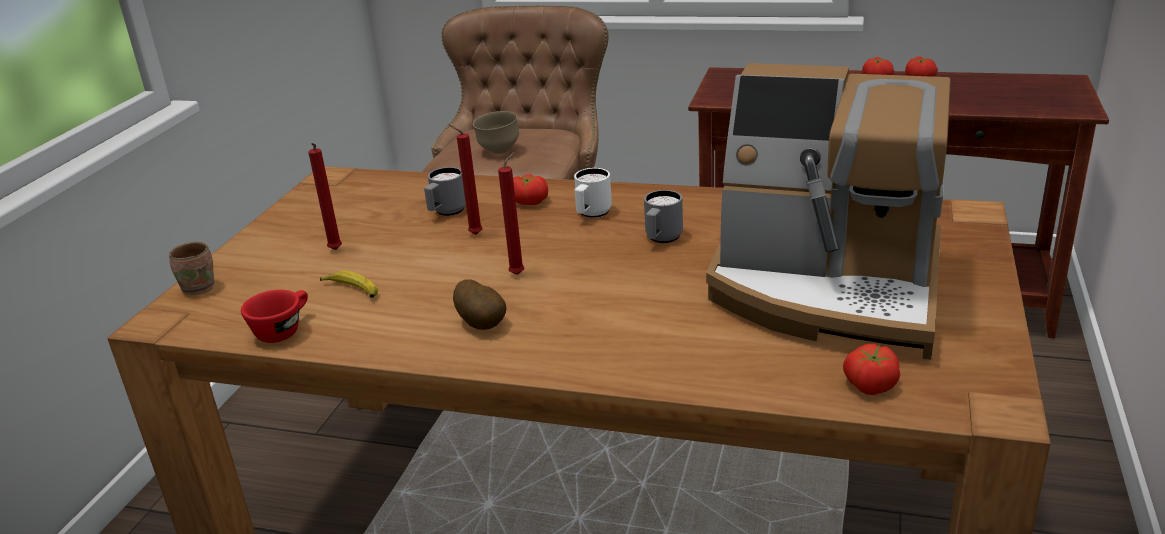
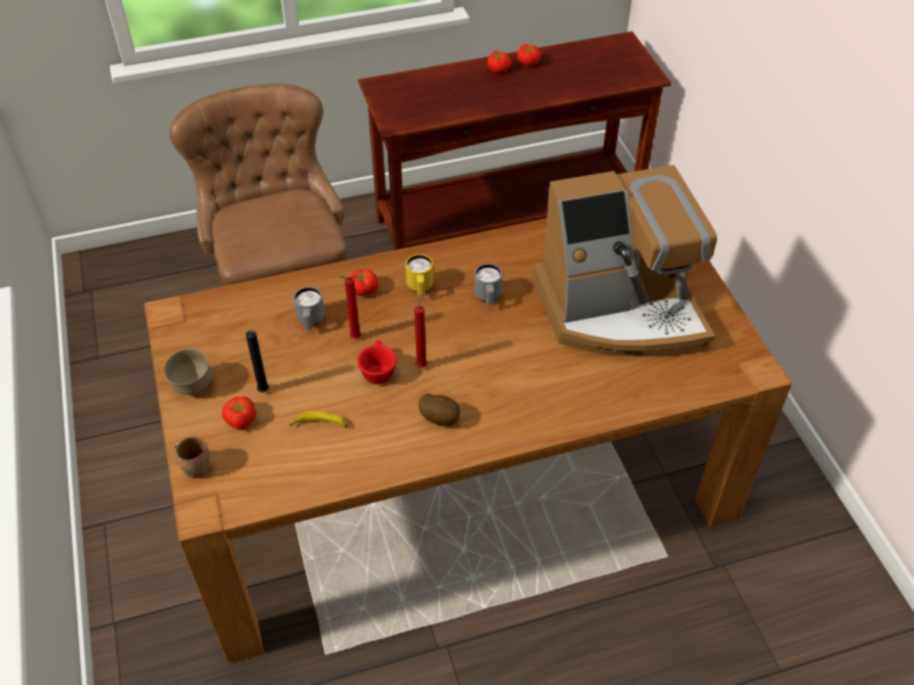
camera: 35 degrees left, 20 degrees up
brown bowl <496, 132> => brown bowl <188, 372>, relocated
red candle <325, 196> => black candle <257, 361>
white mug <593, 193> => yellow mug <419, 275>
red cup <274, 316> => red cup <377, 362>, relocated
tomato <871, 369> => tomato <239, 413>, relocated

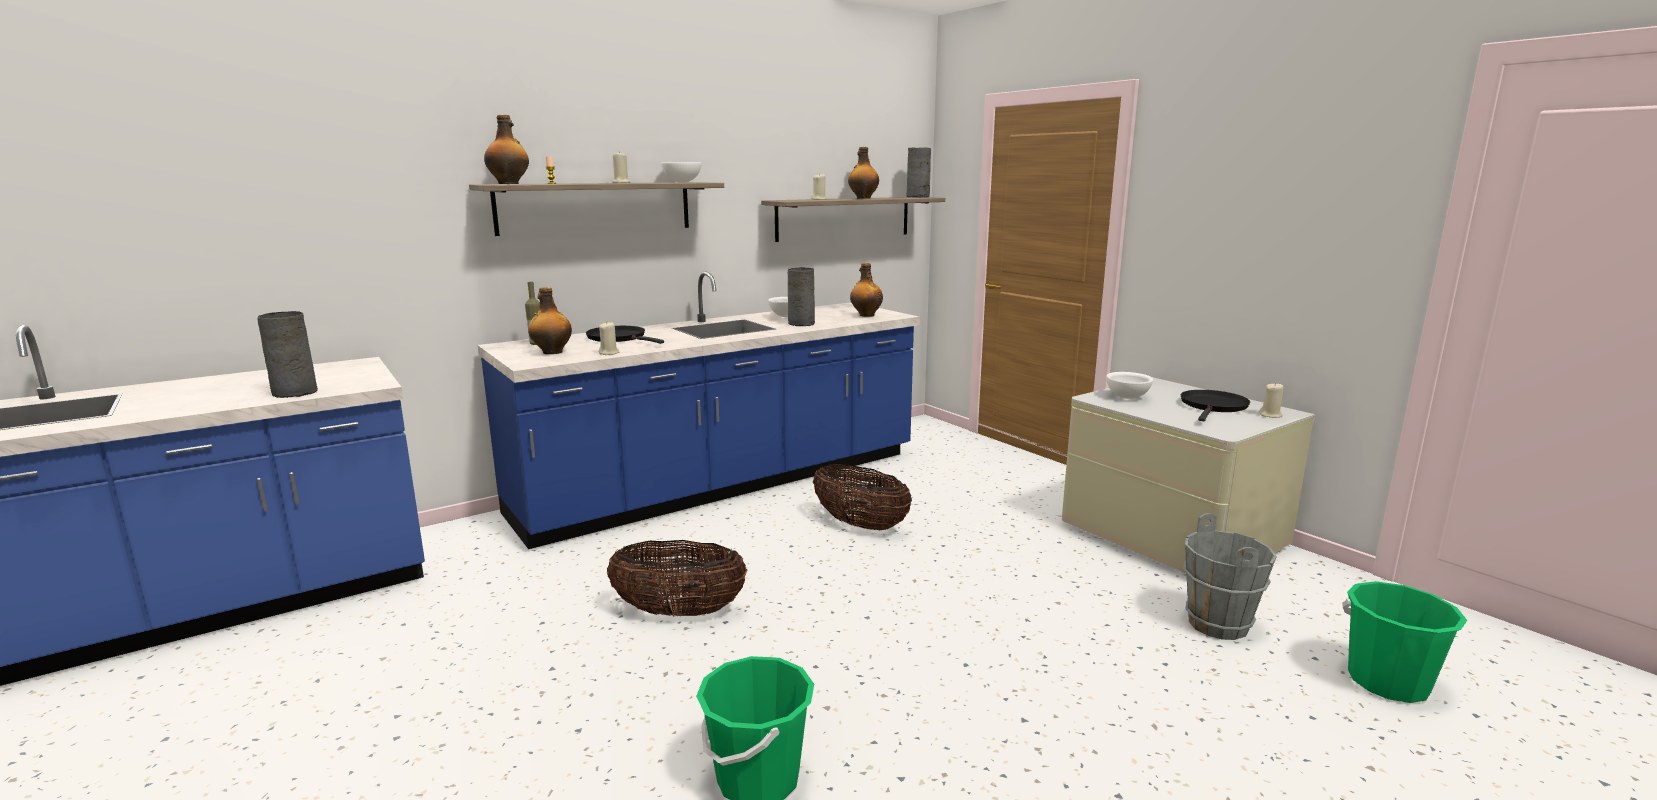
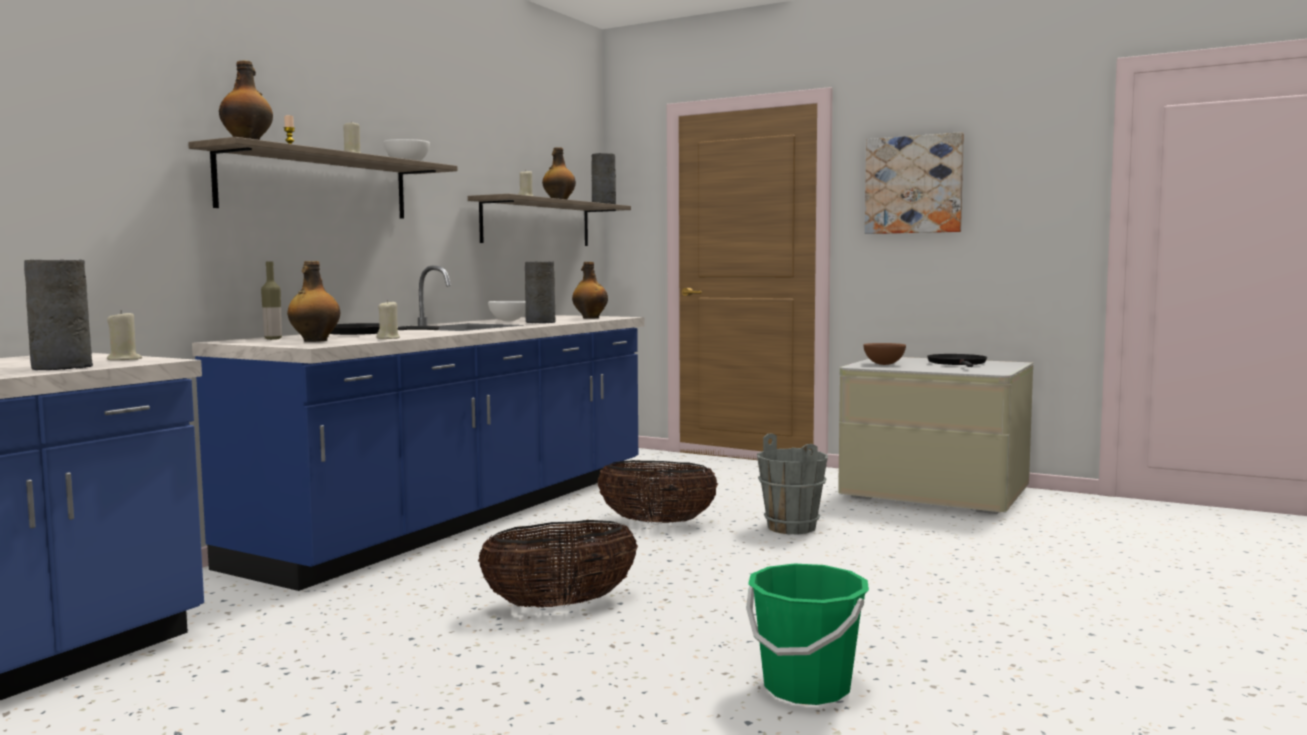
camera: 25 degrees left, 10 degrees down
white bowl <1129, 385> => brown bowl <884, 354>
beige candle <1271, 400> => beige candle <124, 335>, relocated
grey bucket <1230, 576> => grey bucket <792, 483>, relocated
green bucket <1404, 642> => nothing
nothing => picture <914, 183>

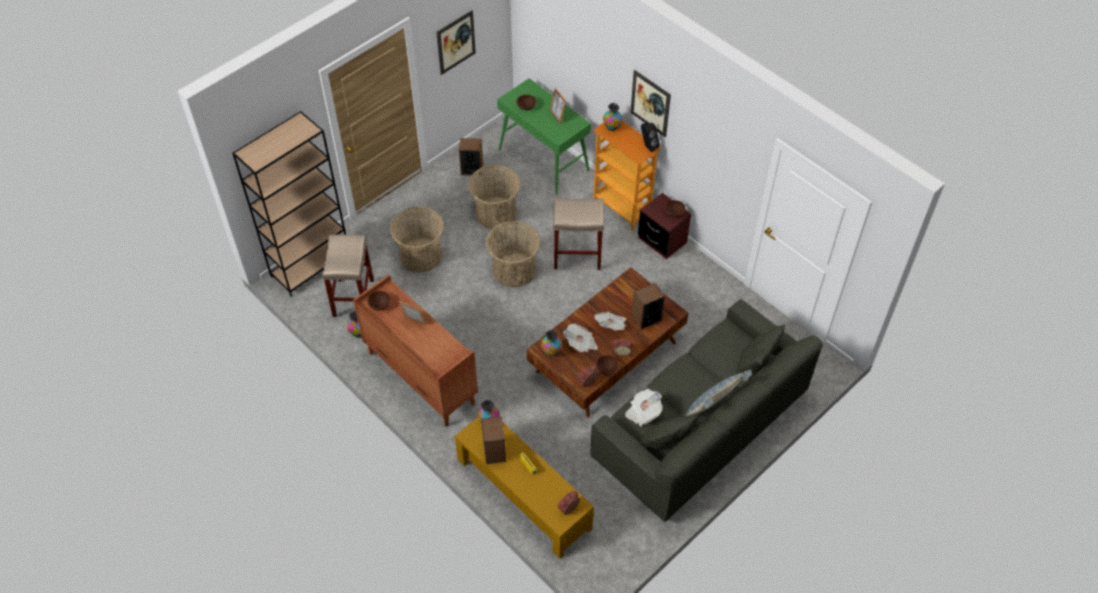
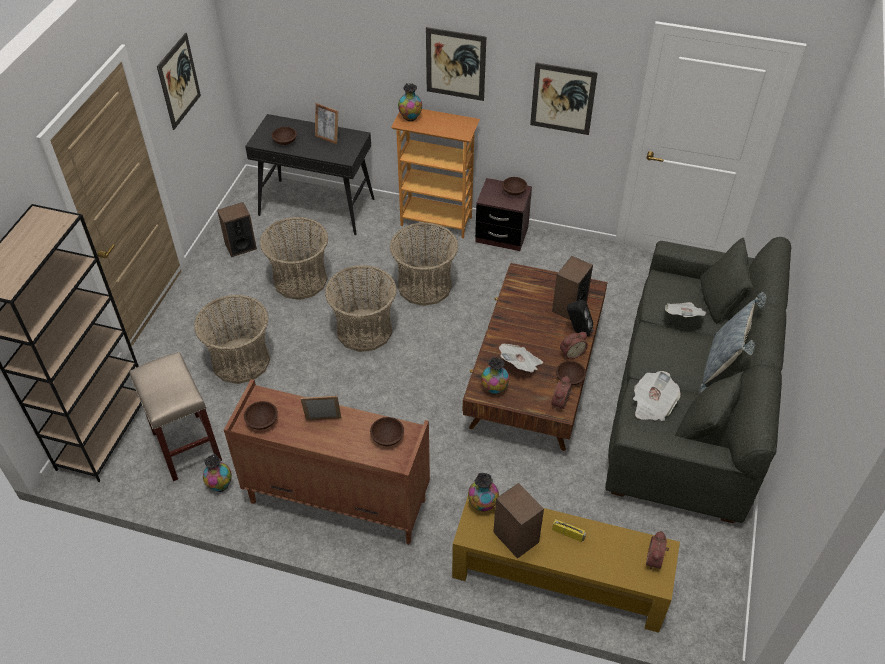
camera: 30 degrees left, 5 degrees down
green console table <544, 136> => black console table <309, 174>
black speaker <650, 137> => black speaker <580, 318>, relocated
beige stool <578, 234> => basket <424, 264>
newspaper <610, 320> => newspaper <686, 309>, relocated
nothing => picture <564, 99>
nothing => brown bowl <387, 431>

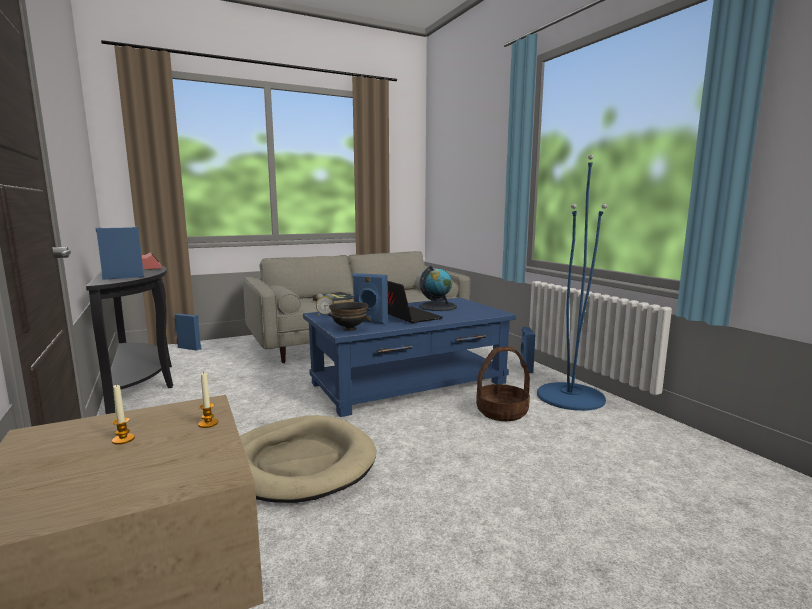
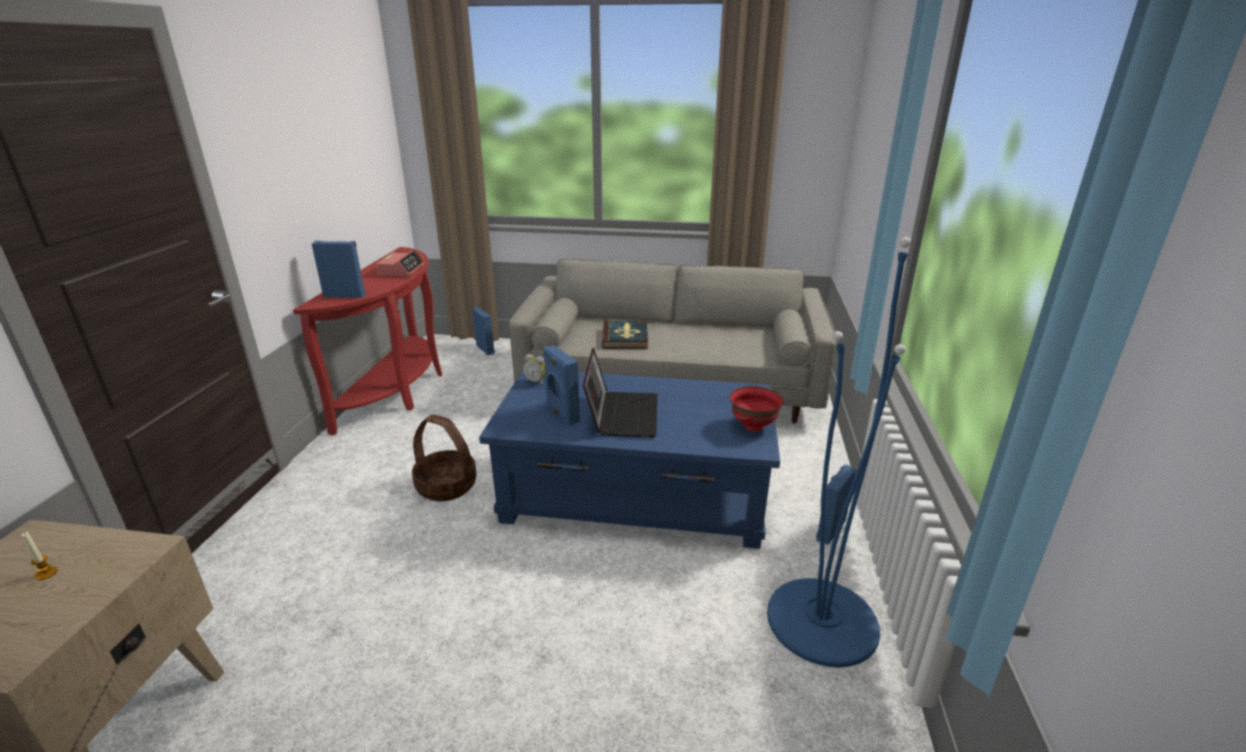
camera: 35 degrees right, 15 degrees up
black console table <129, 339> => red console table <367, 341>
globe <438, 288> => nothing
black bowl <348, 316> => nothing
basket <503, 384> => basket <444, 457>, relocated
candle <208, 399> => nothing
beige dog bed <308, 459> => nothing
nothing => red bowl <757, 409>

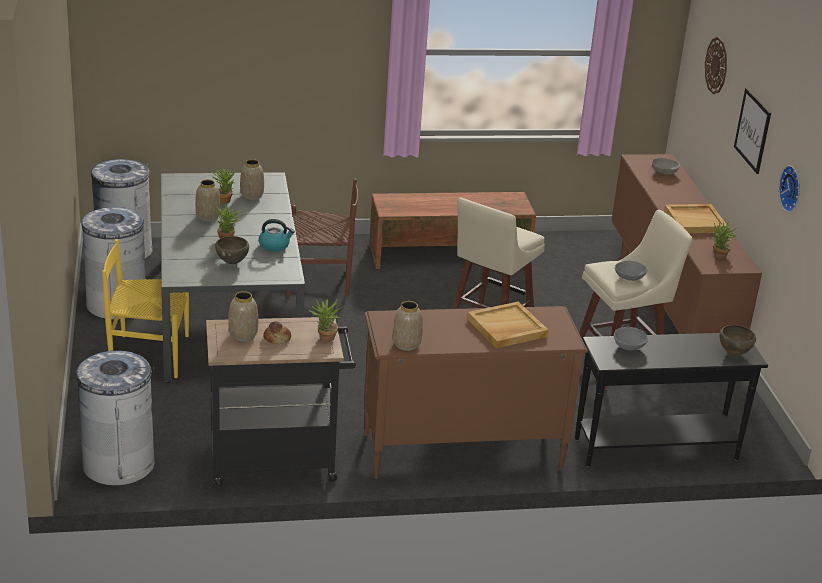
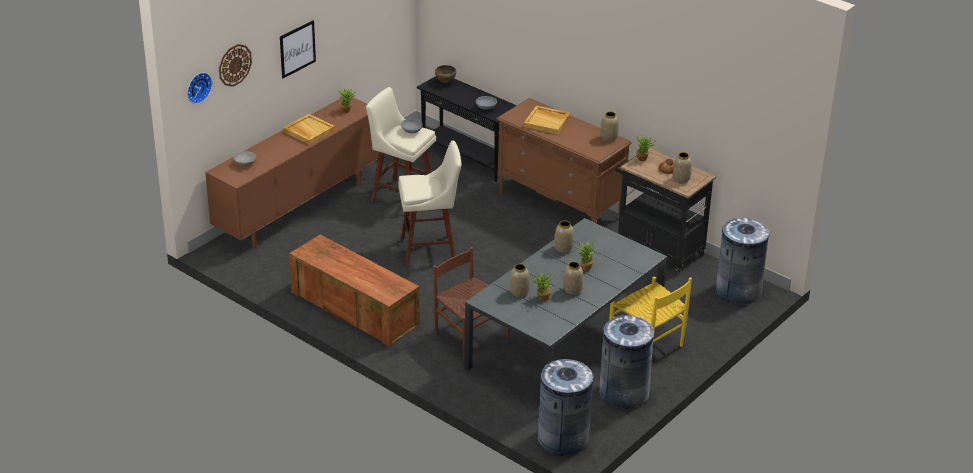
camera: 130 degrees left, 5 degrees up
wall clock <789, 188> => wall clock <199, 88>, relocated
kettle <277, 235> => vase <564, 237>
brown bowl <232, 250> => nothing

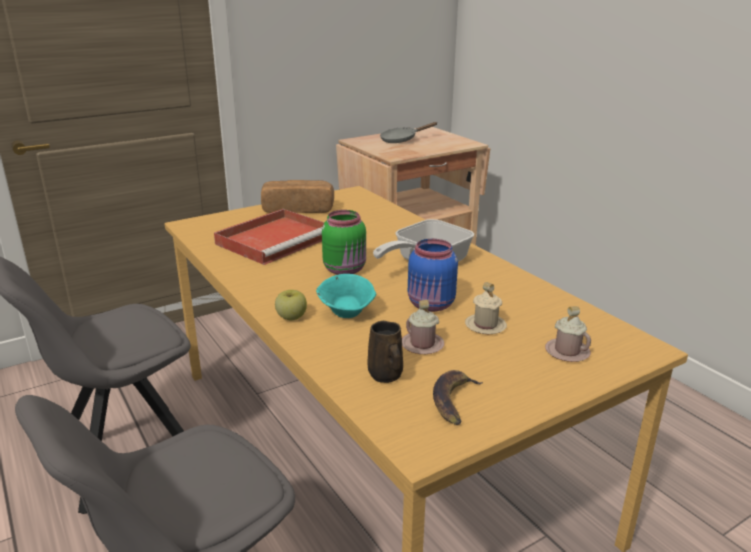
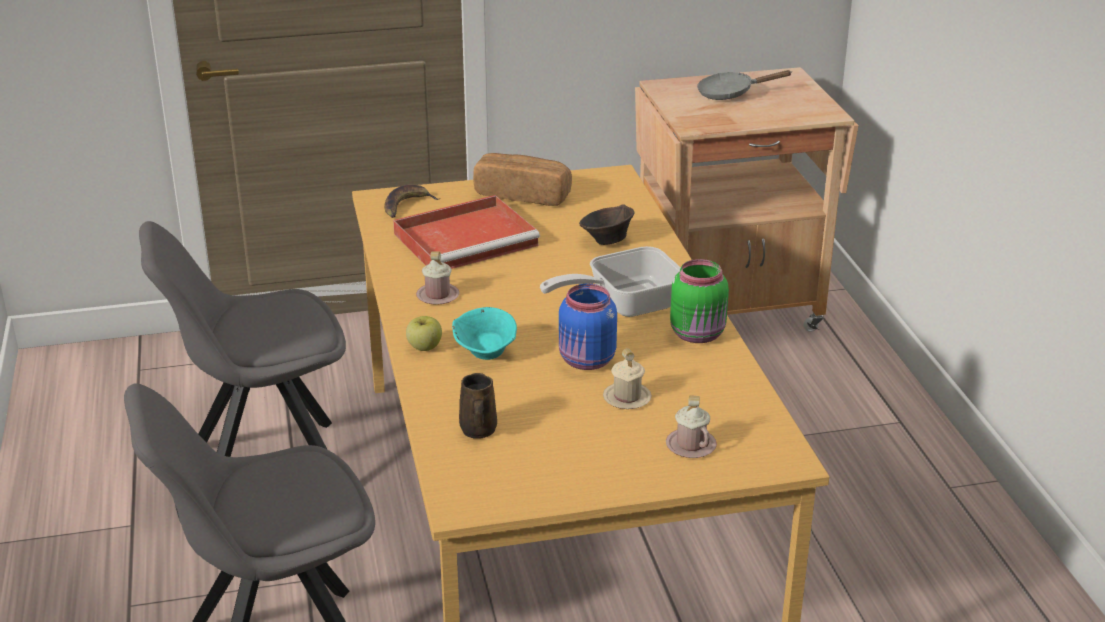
camera: 20 degrees right, 5 degrees up
green jar <344, 242> => green jar <699, 301>, relocated
pink mug <423, 327> => pink mug <438, 278>, relocated
banana <458, 397> => banana <412, 201>, relocated
nothing => brown bowl <607, 224>

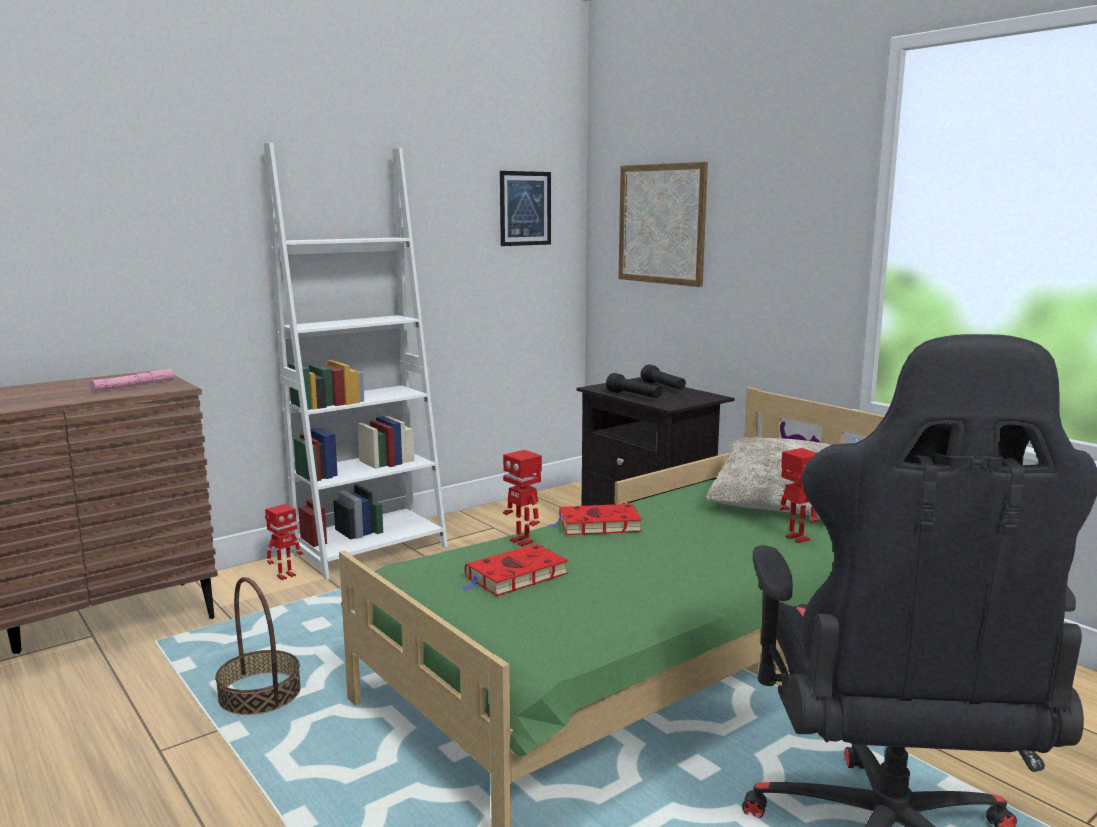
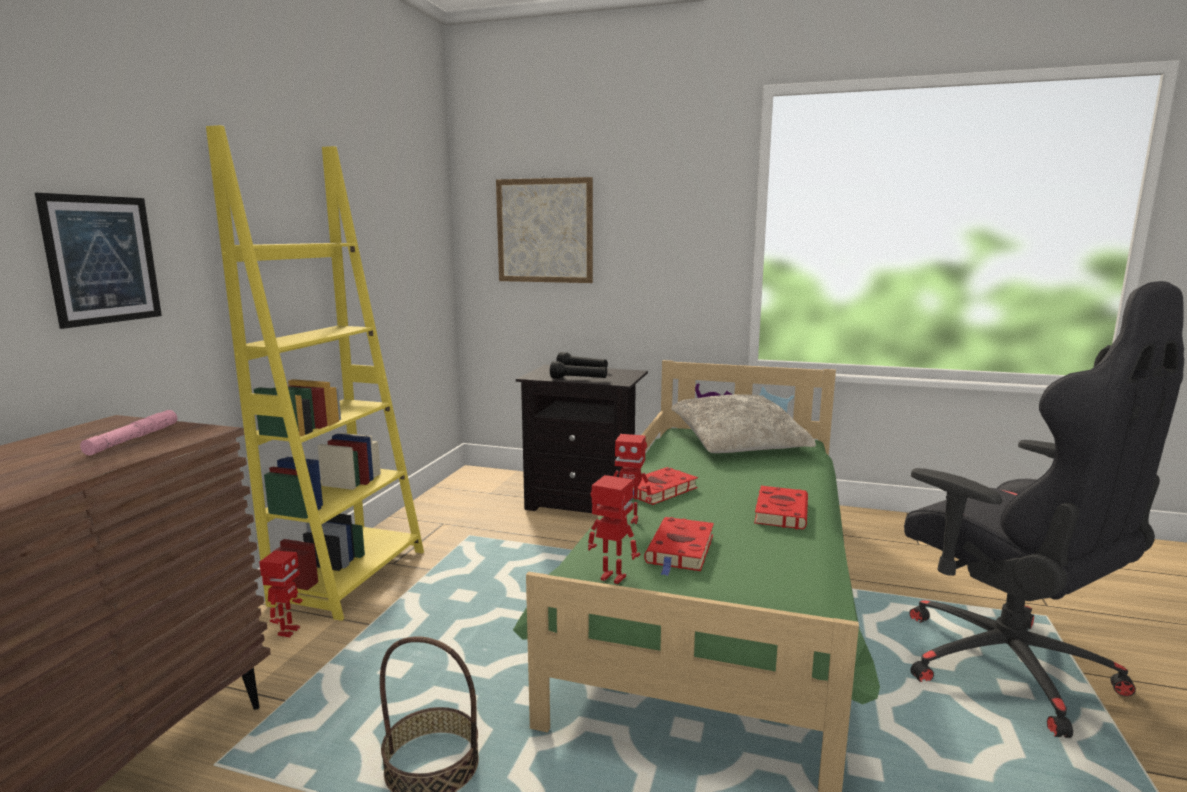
camera: 35 degrees left, 0 degrees up
white bookcase <356, 361> => yellow bookcase <315, 373>
picture <525, 208> => picture <98, 261>, relocated
toy robot <800, 495> => toy robot <614, 529>, relocated
nothing => red book <781, 507>

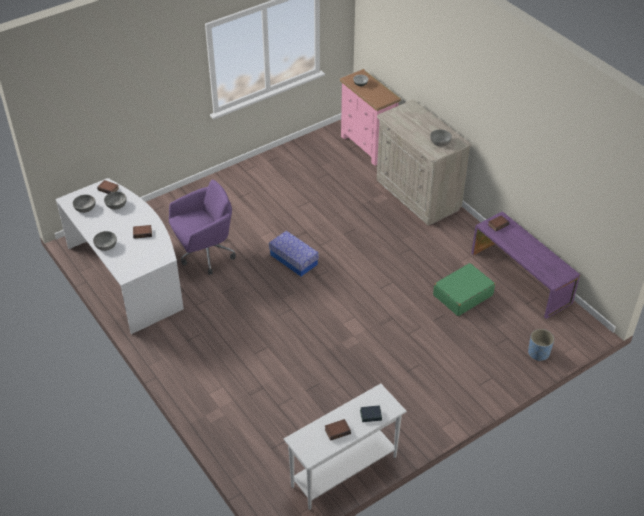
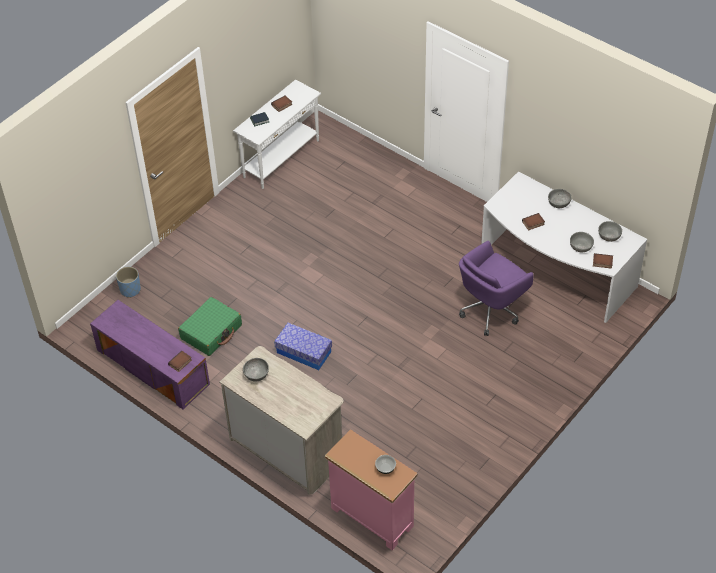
camera: 165 degrees right, 5 degrees up
storage box <294, 253> => storage box <303, 346>, relocated

